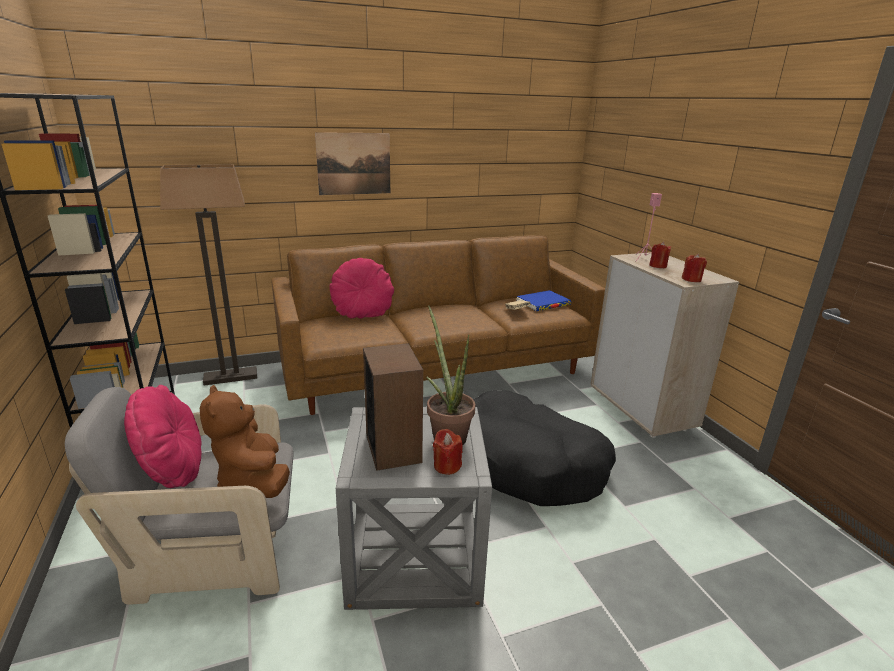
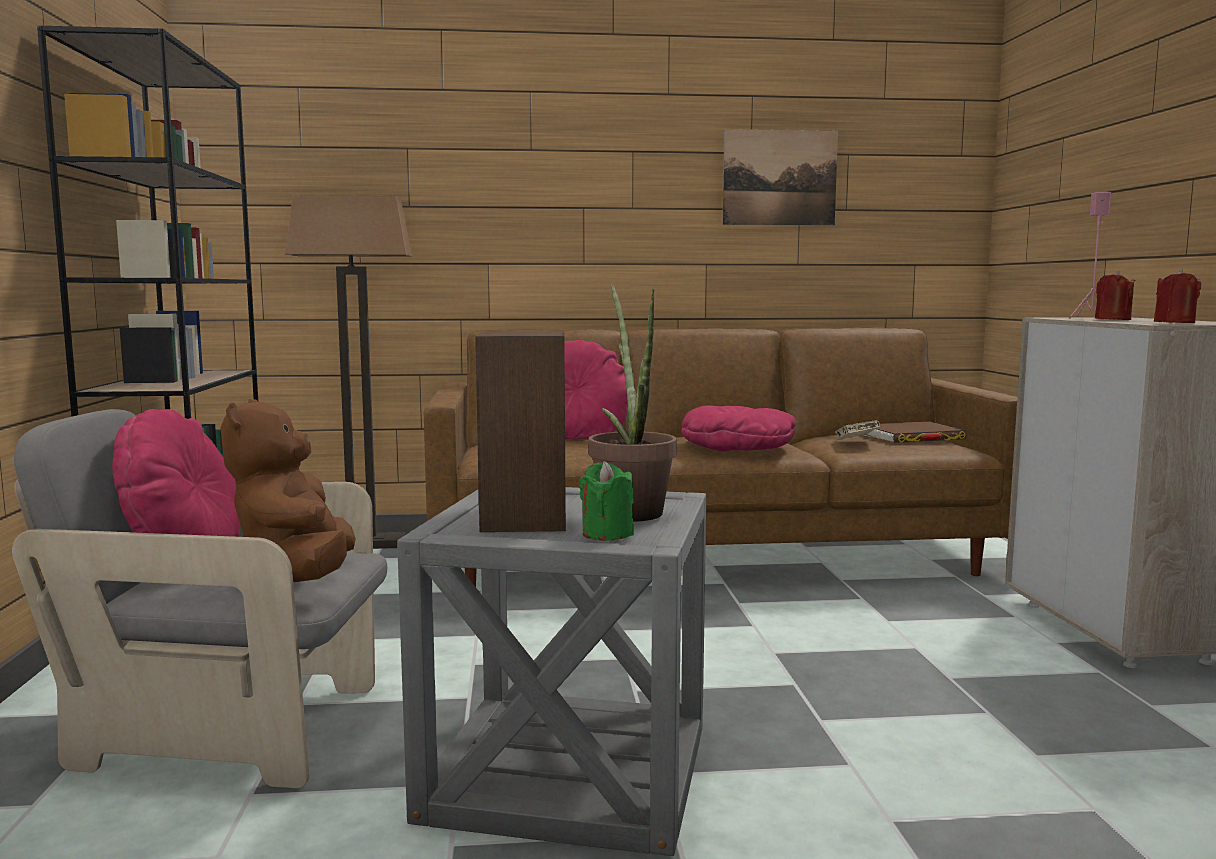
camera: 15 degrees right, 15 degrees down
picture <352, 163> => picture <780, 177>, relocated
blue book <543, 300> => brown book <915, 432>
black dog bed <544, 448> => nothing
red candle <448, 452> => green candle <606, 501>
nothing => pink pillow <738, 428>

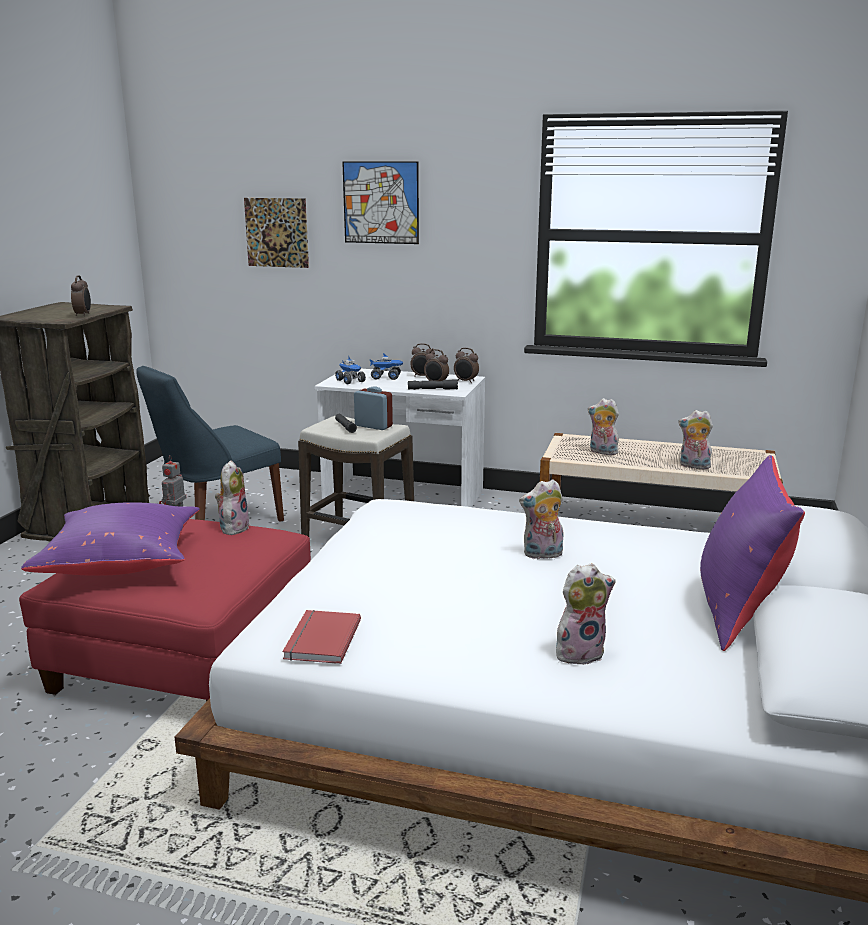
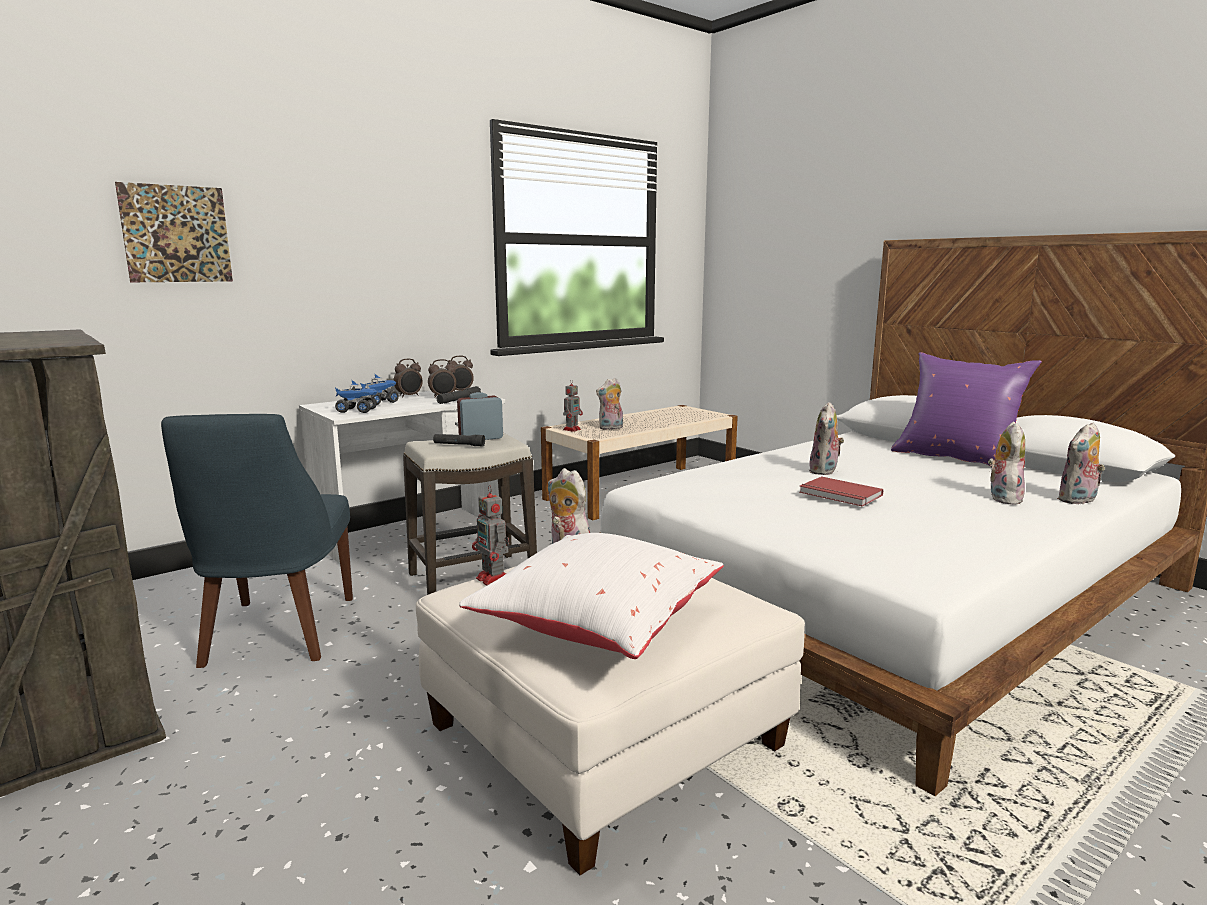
camera: 55 degrees left, 5 degrees down
picture <380, 202> => nothing
alarm clock <81, 295> => nothing
plush toy <695, 439> => plush toy <1081, 463>, relocated
purple pillow <110, 539> => white pillow <591, 596>
red ottoman <165, 610> => white ottoman <610, 720>
red book <321, 637> => red book <841, 491>, relocated
nothing => toy robot <573, 405>

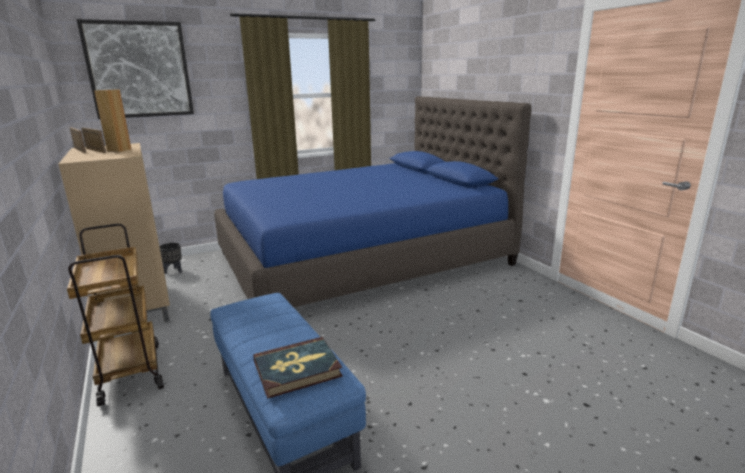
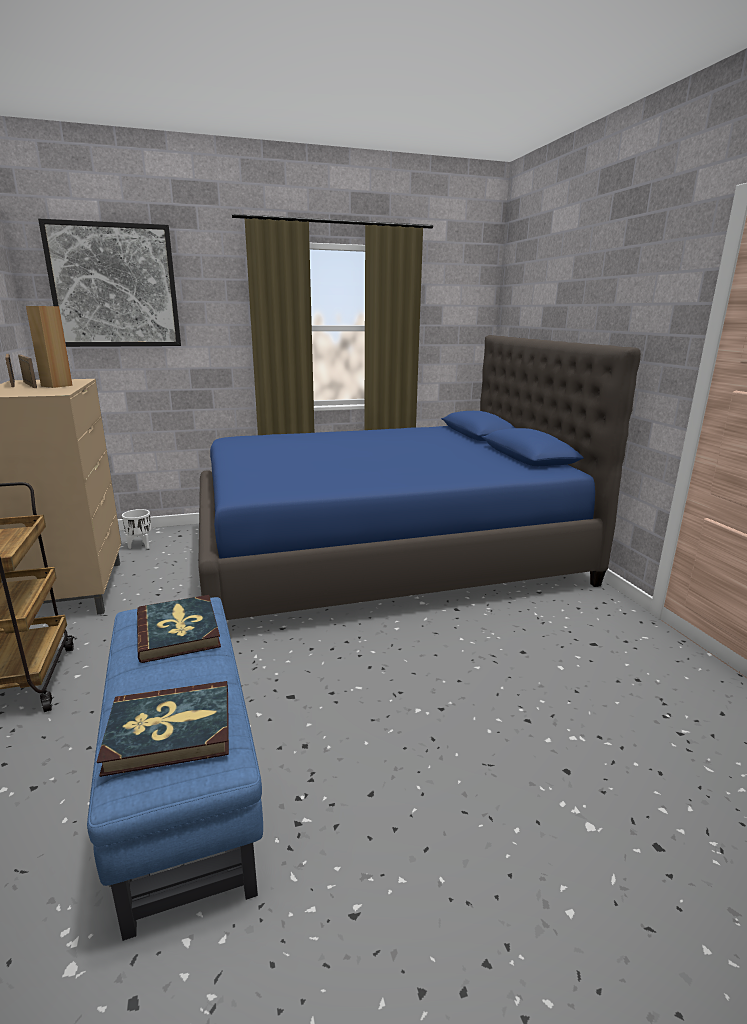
camera: 10 degrees right, 0 degrees up
black planter <170, 258> => white planter <136, 529>
nothing => book <179, 629>

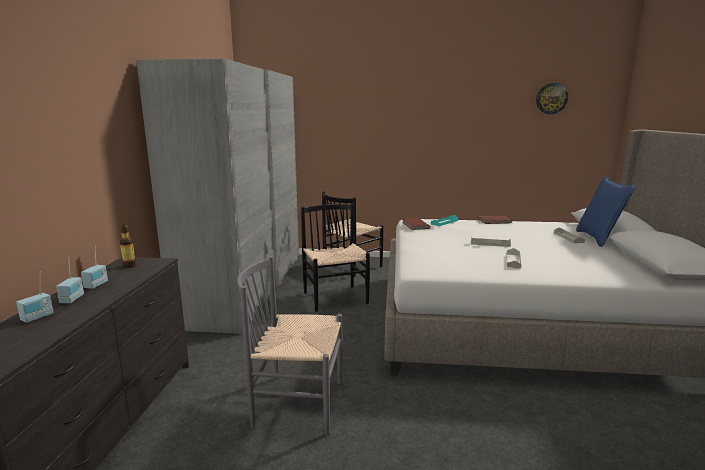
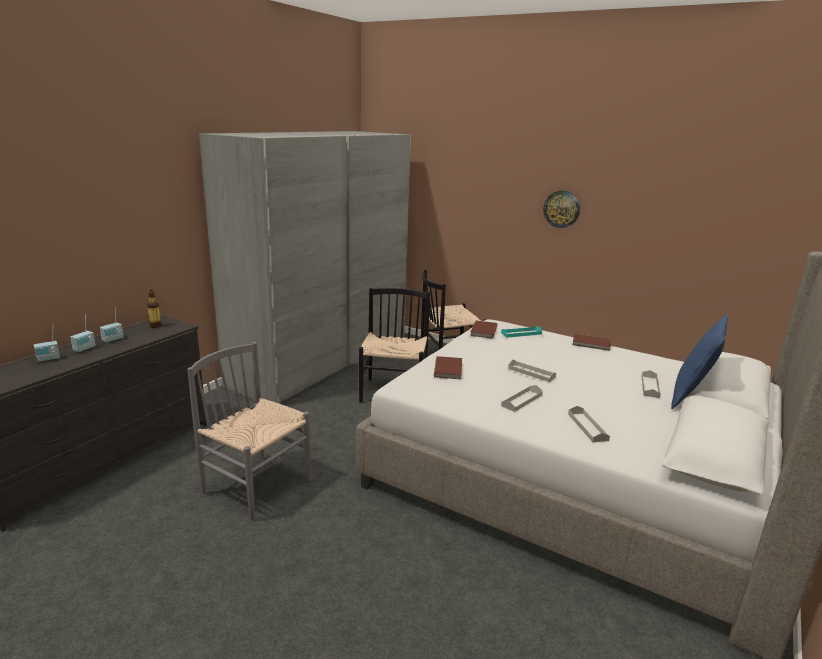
camera: 25 degrees right, 5 degrees up
wall clock <552, 98> => wall clock <561, 209>, relocated
nothing => brown book <448, 367>
nothing => grey tray <589, 424>

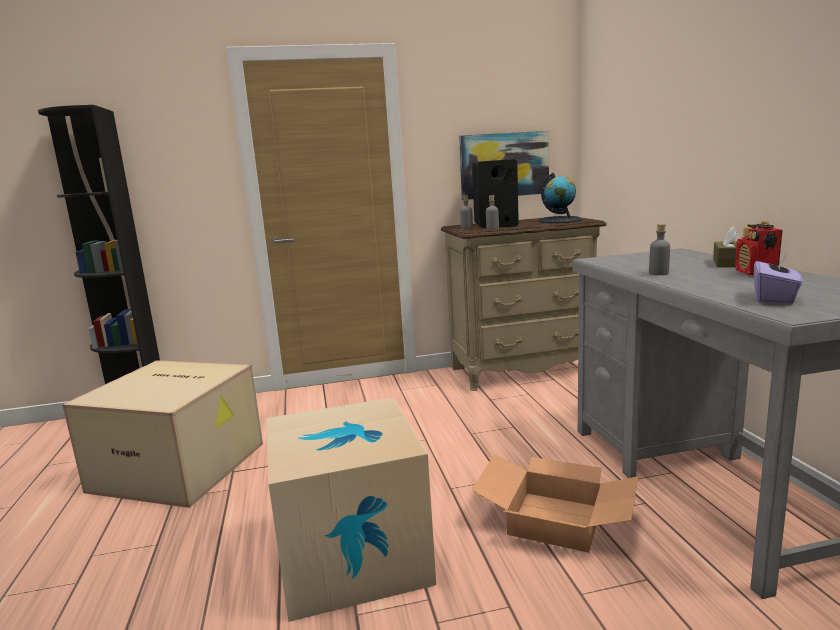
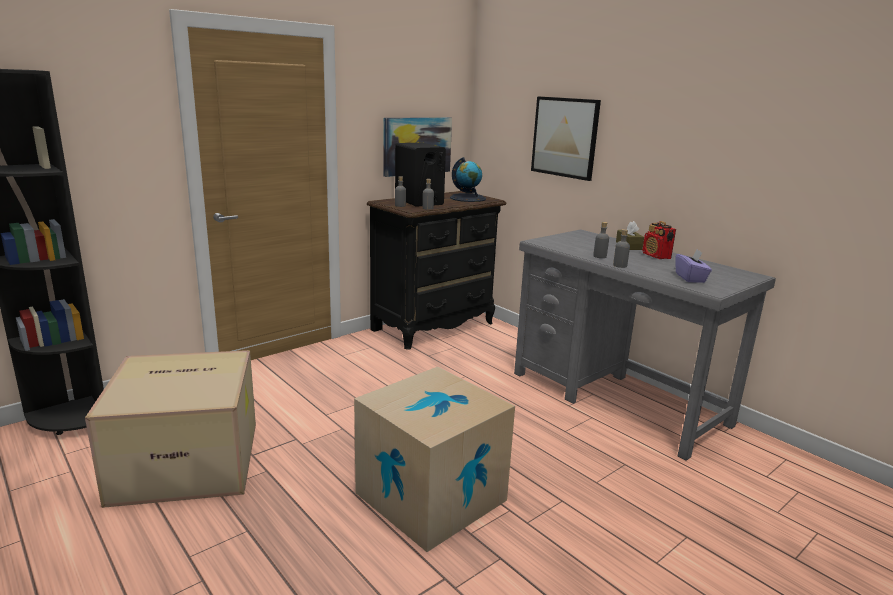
camera: 30 degrees left, 5 degrees up
beige dresser <524, 304> => black dresser <437, 270>
cardboard box <555, 503> => nothing
nothing => picture <566, 138>
nothing => grey bottle <621, 248>

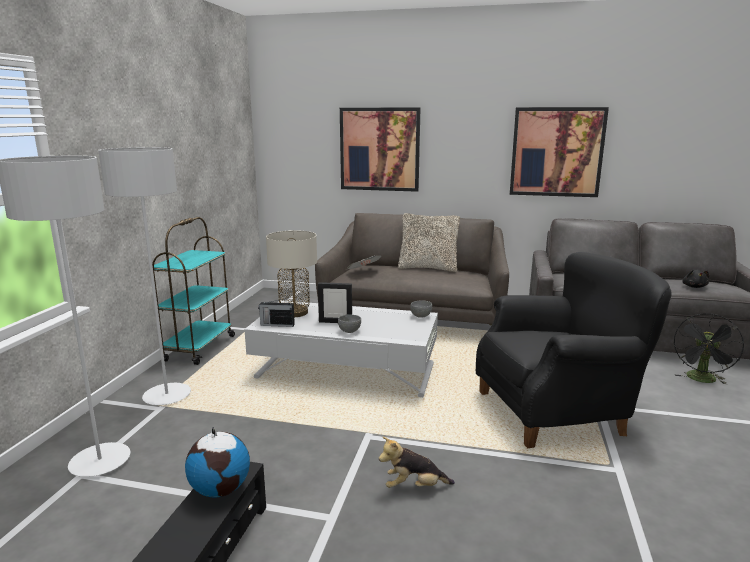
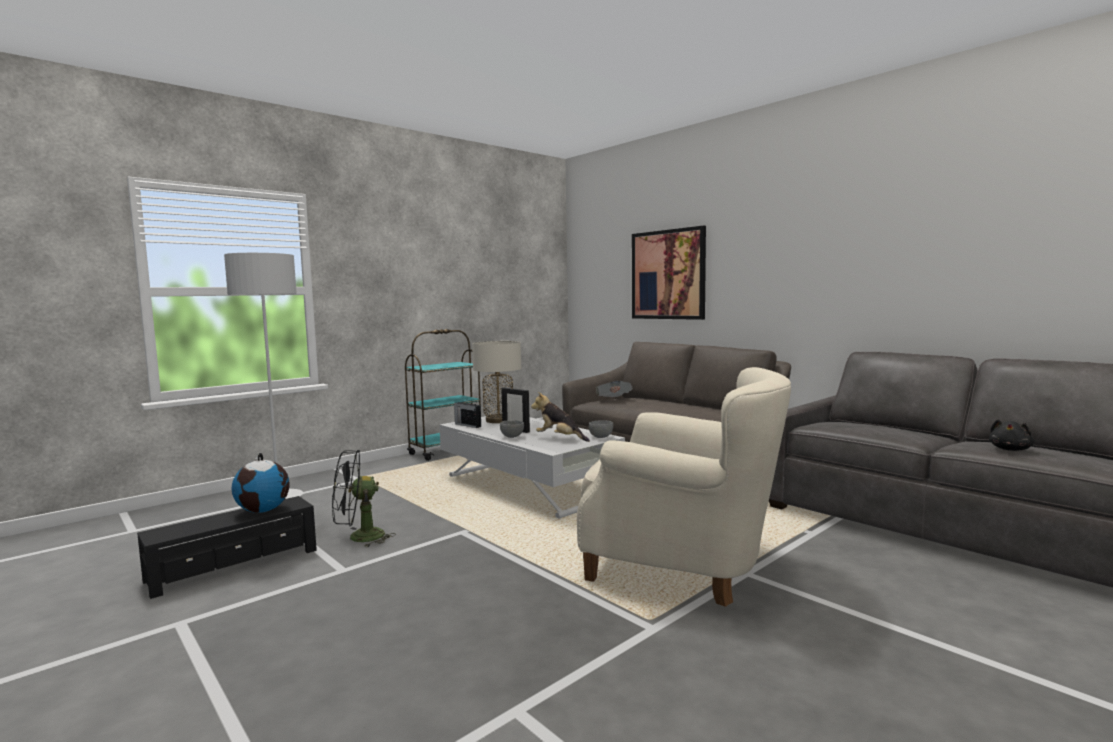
camera: 35 degrees right, 10 degrees down
picture <559, 152> => nothing
grey floor lamp <144, 276> => nothing
beige pillow <429, 242> => nothing
black armchair <573, 350> => beige armchair <684, 487>
black fan <709, 348> => black fan <364, 499>, relocated
plush toy <417, 462> => plush toy <560, 417>, relocated

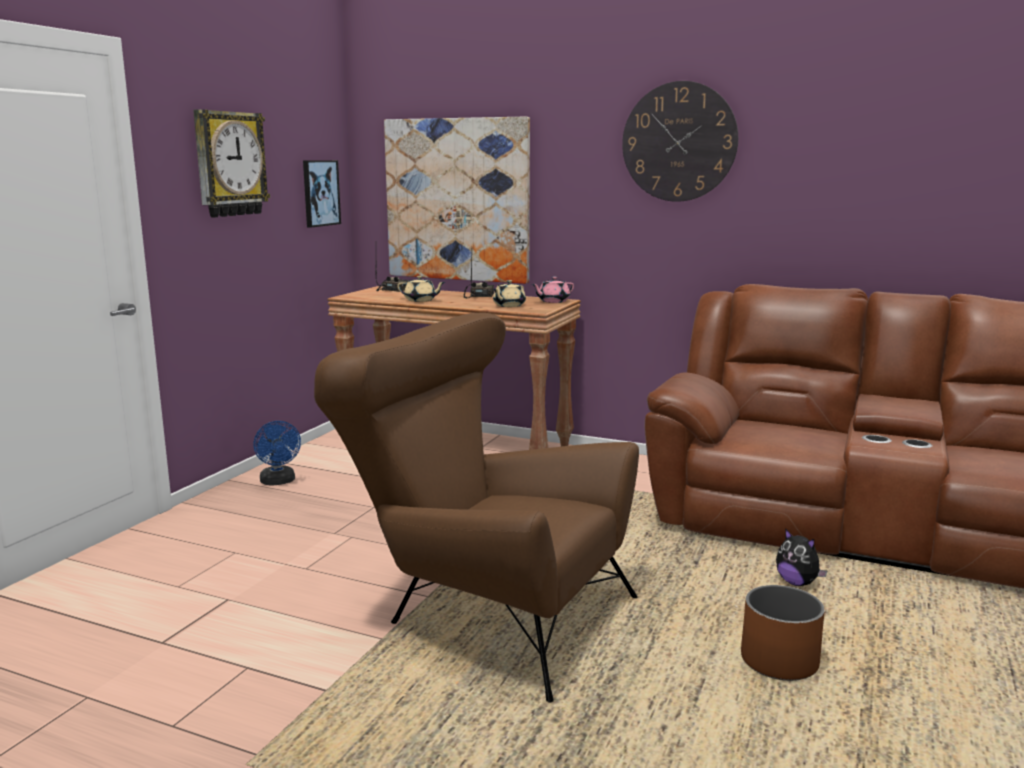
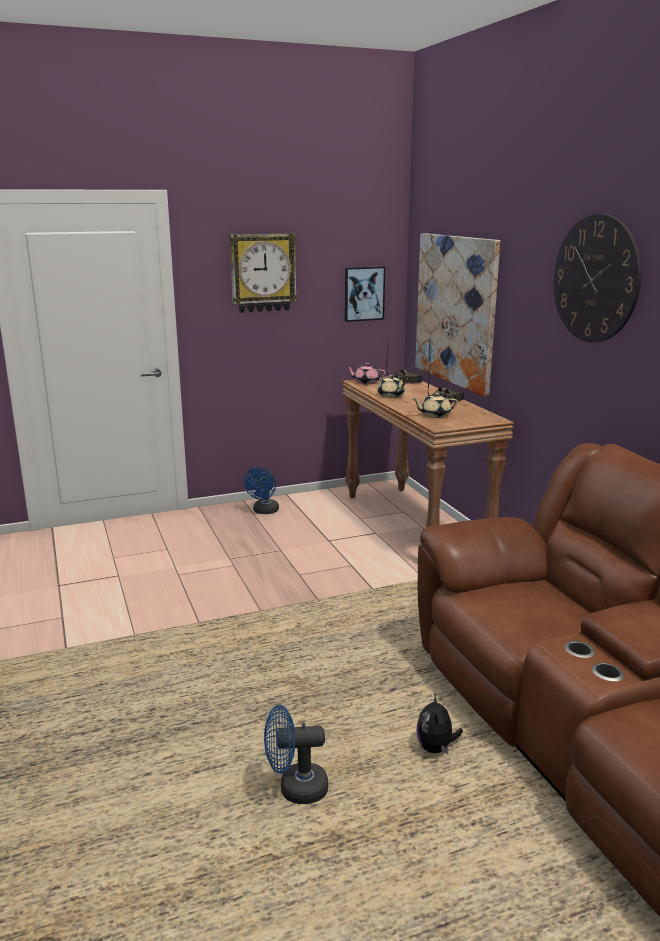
camera: 45 degrees right, 5 degrees up
pink teapot <553, 290> => pink teapot <366, 373>, relocated
brown armchair <476, 508> => nothing
brown planter <783, 633> => blue fan <296, 754>

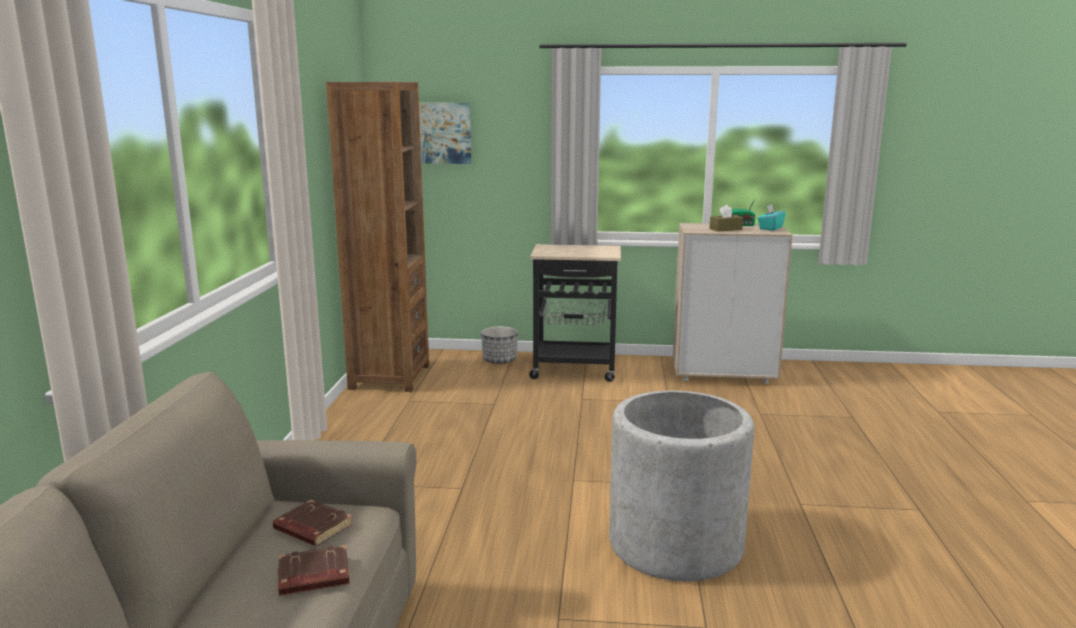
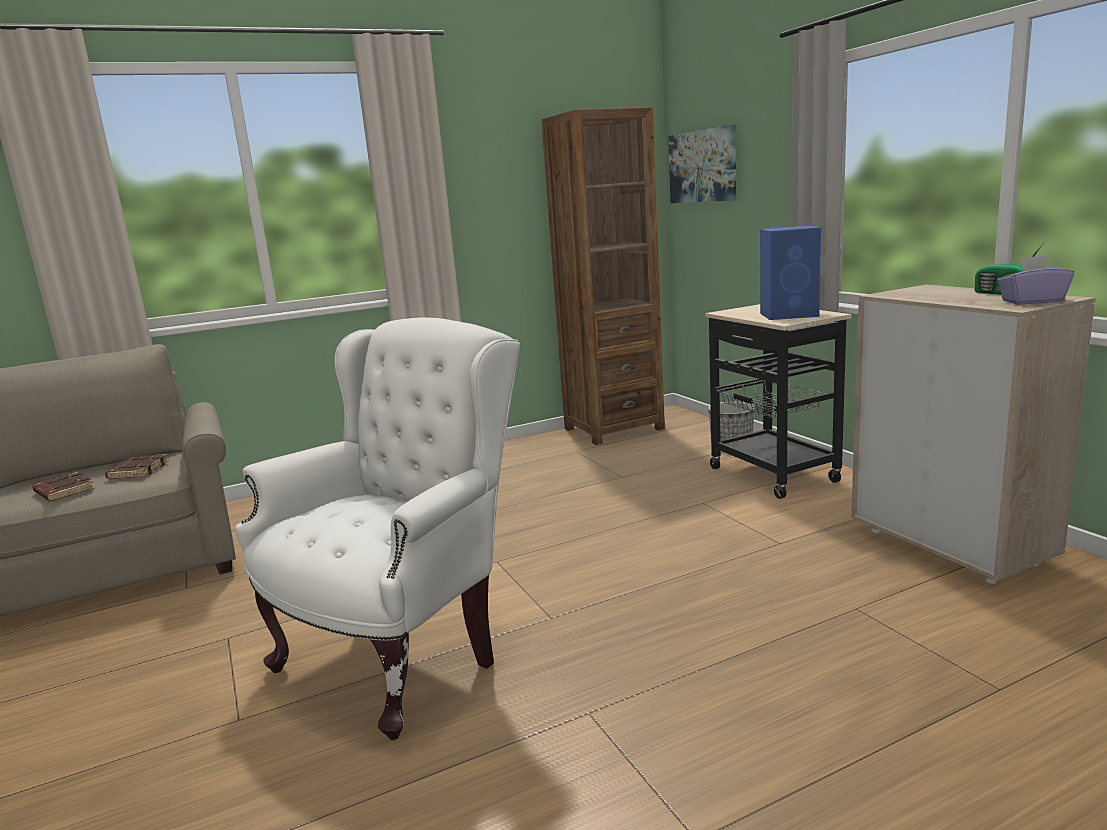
camera: 60 degrees right, 0 degrees up
brown tissue box <726, 218> => nothing
turquoise tissue box <772, 218> => purple tissue box <1035, 279>
grey planter <681, 485> => white armchair <377, 528>
nothing => blue speaker <790, 273>

